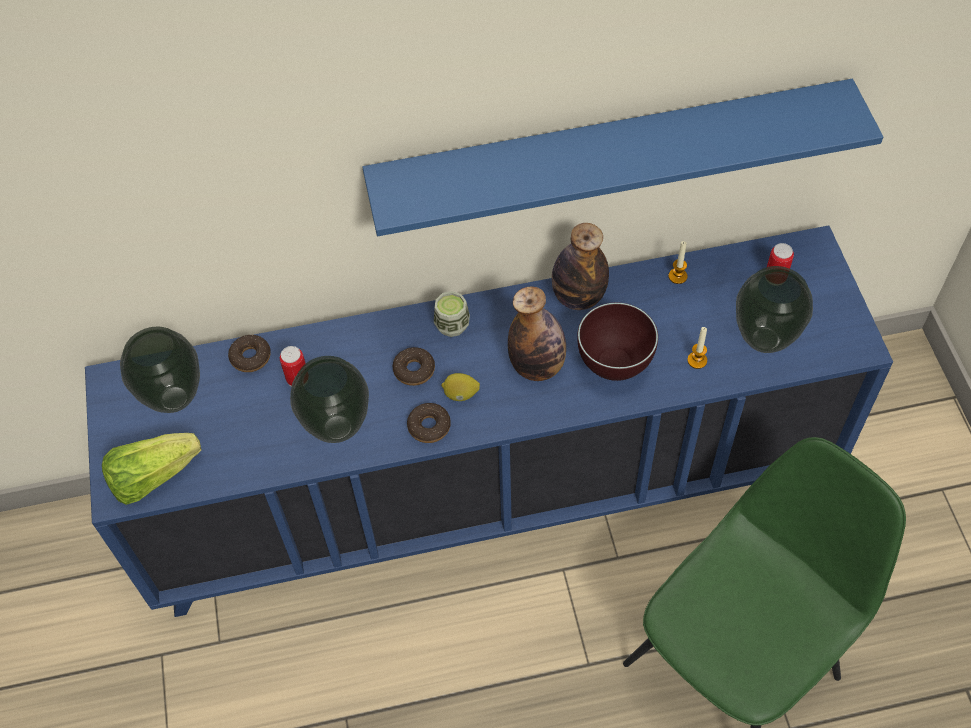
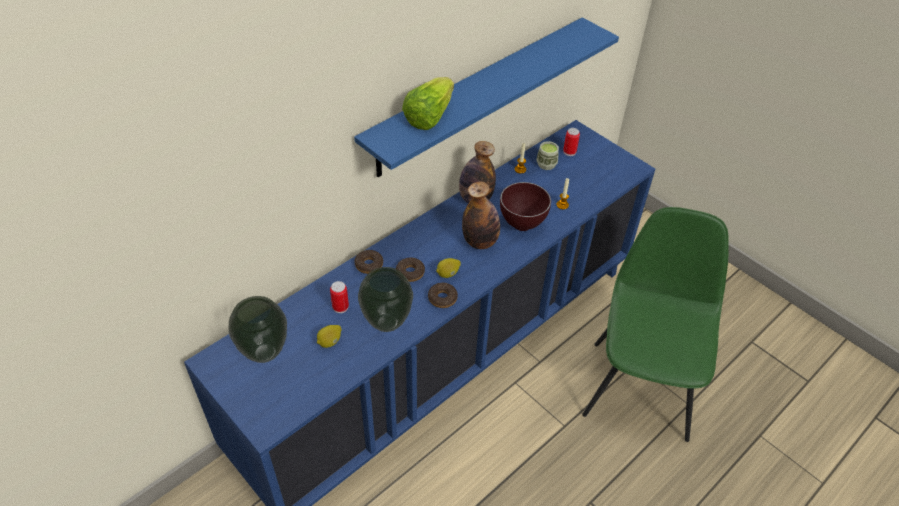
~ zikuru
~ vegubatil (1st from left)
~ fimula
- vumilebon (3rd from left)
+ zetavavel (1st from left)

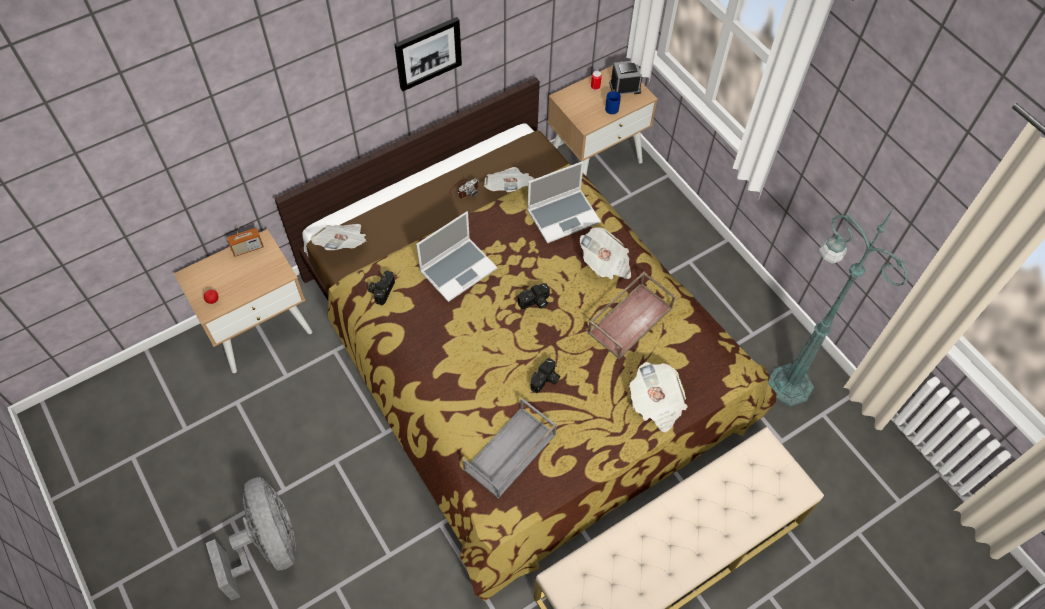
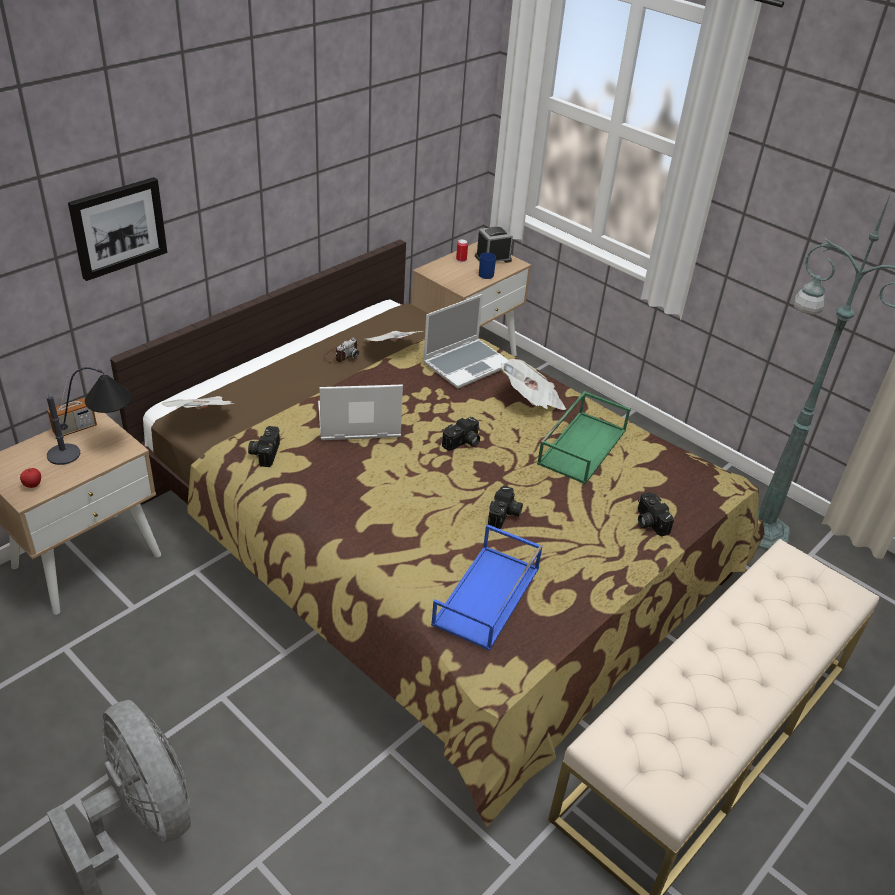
~ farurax
~ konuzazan (1st from left) 135 degrees counterclockwise
~ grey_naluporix to blue_naluporix
~ brown_naluporix to green_naluporix
~ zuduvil (4th from left) to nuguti (5th from left)
+ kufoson

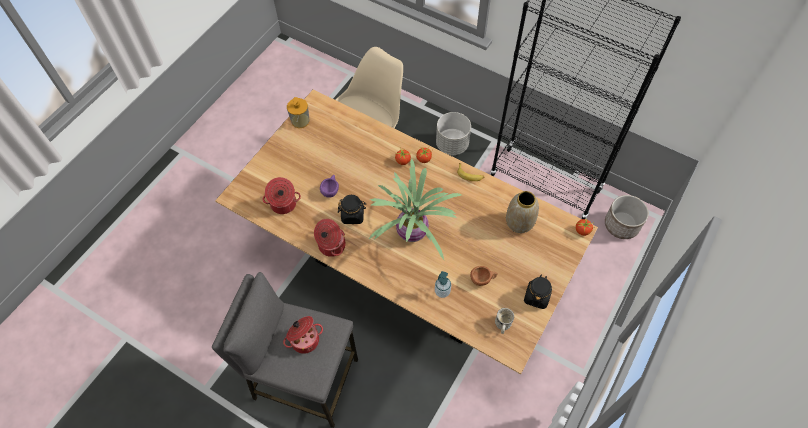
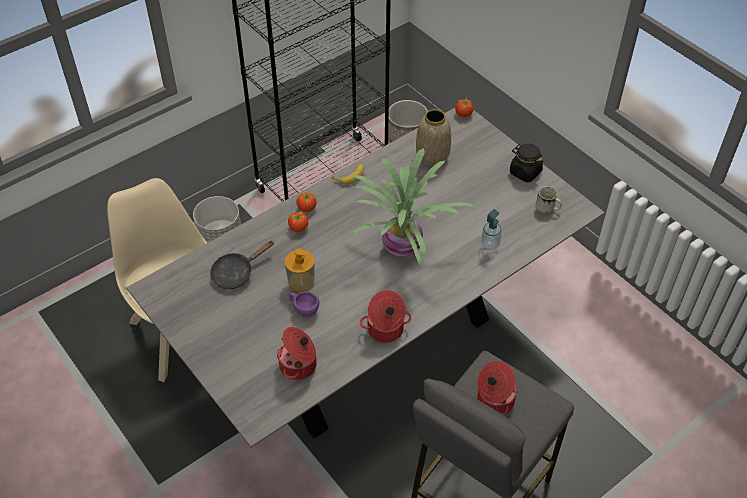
~ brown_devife to grey_devife
~ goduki (1st from left)
- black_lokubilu (1st from left)
- brown_fimula
+ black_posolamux

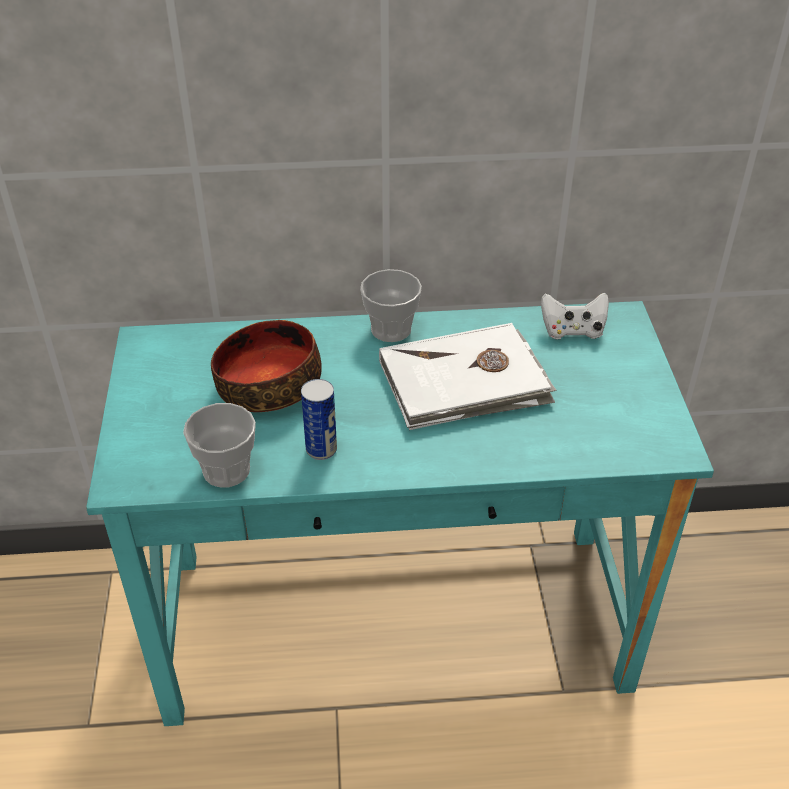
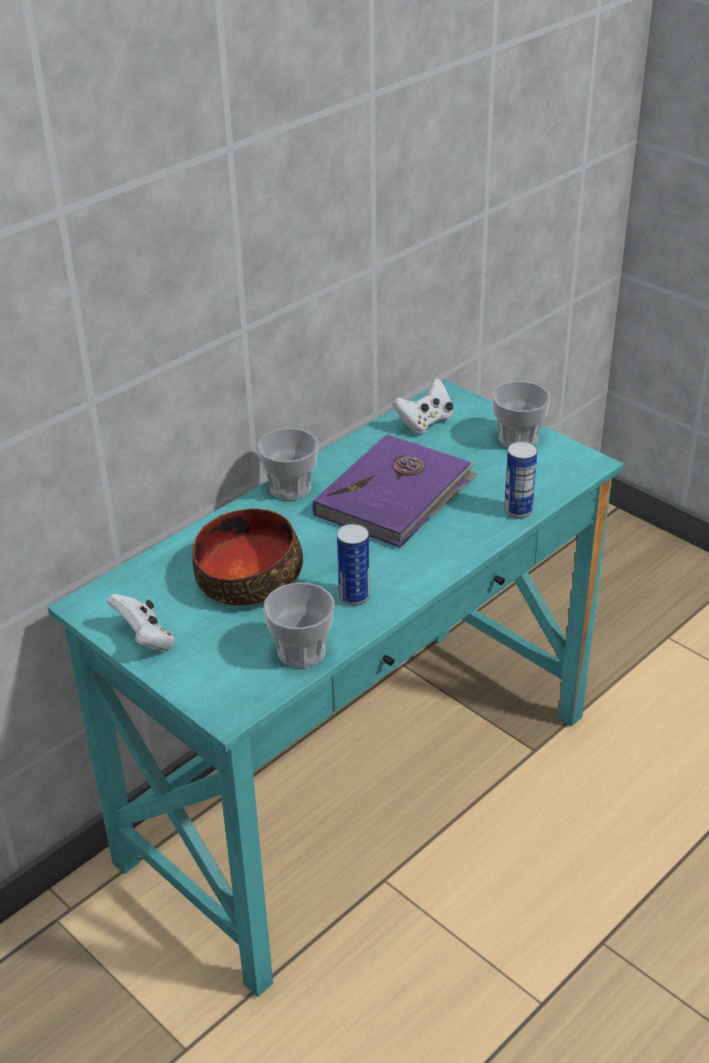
~ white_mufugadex to purple_mufugadex
+ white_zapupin (1st from left)
+ fimula (3rd from left)
+ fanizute (2nd from left)

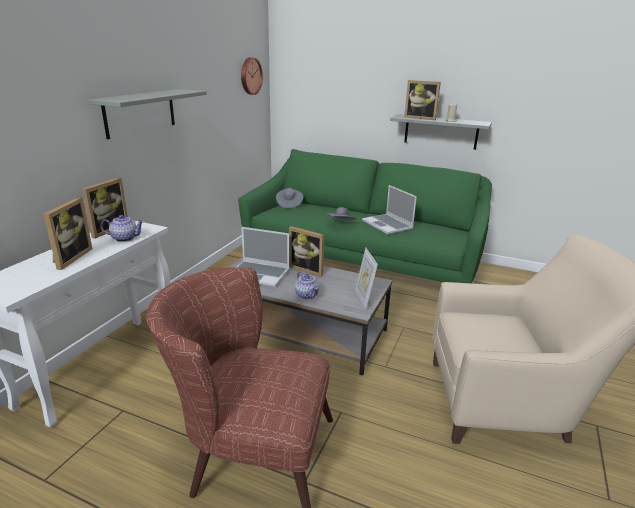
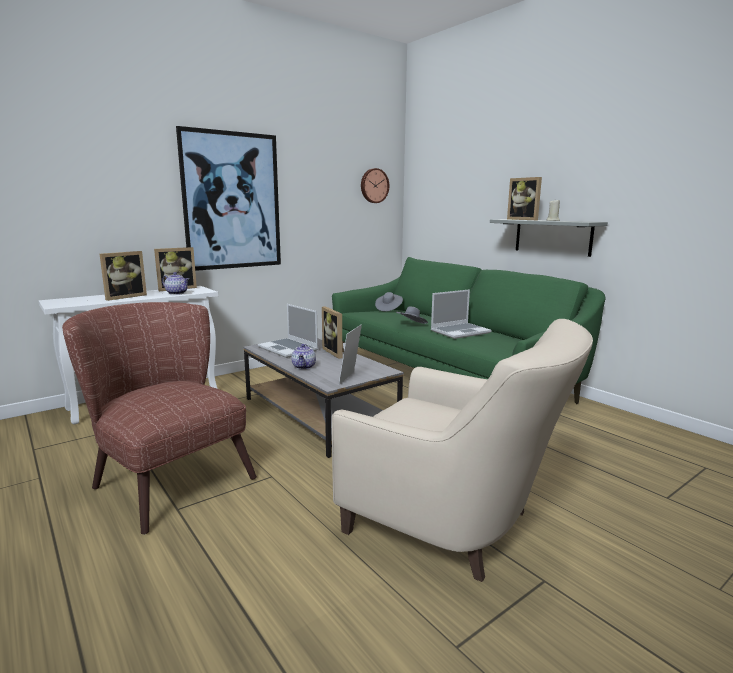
~ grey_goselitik (1st from left) to farurax
~ konuzazan (2nd from left) 120 degrees counterclockwise

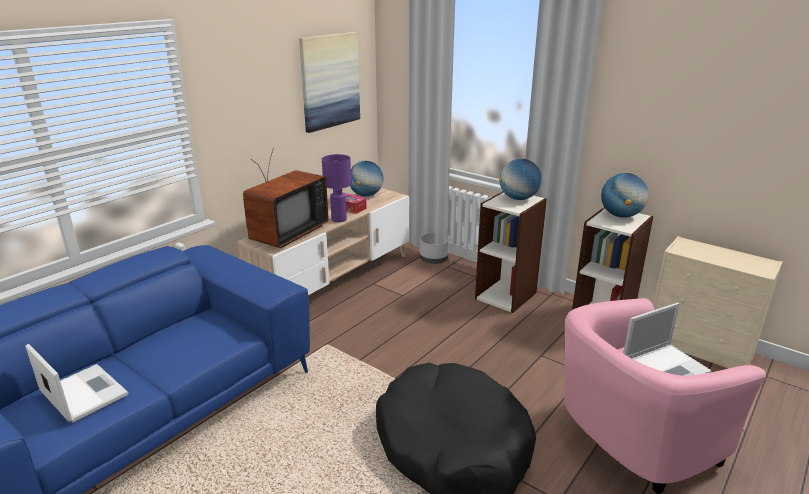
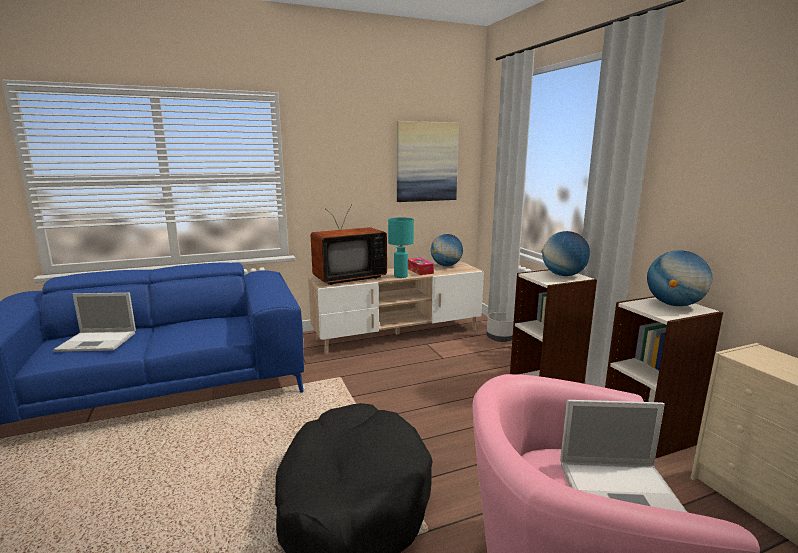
~ konuzazan (1st from left) 105 degrees clockwise
~ purple_kufoson to turquoise_kufoson

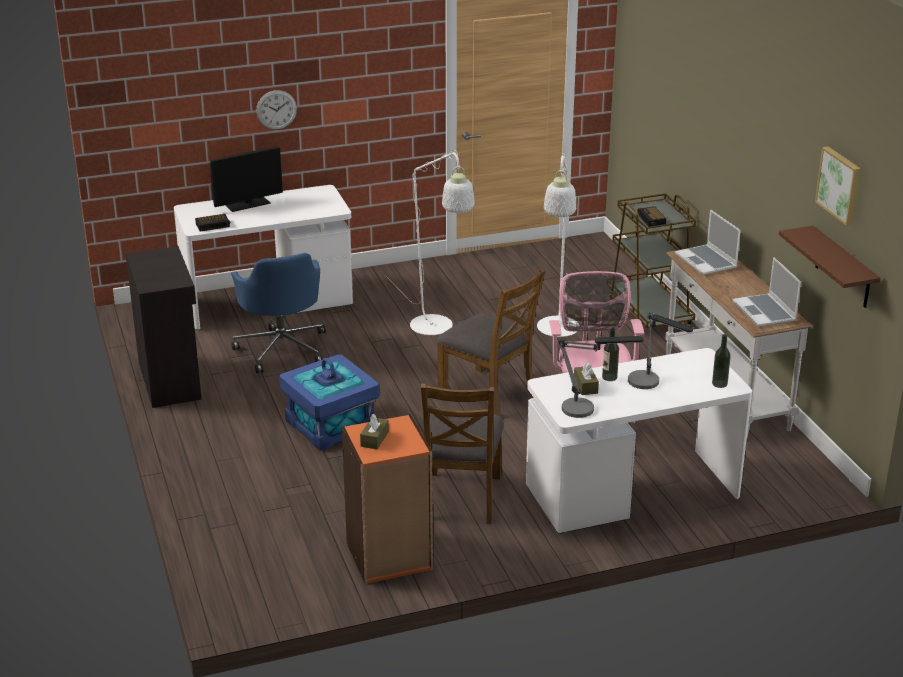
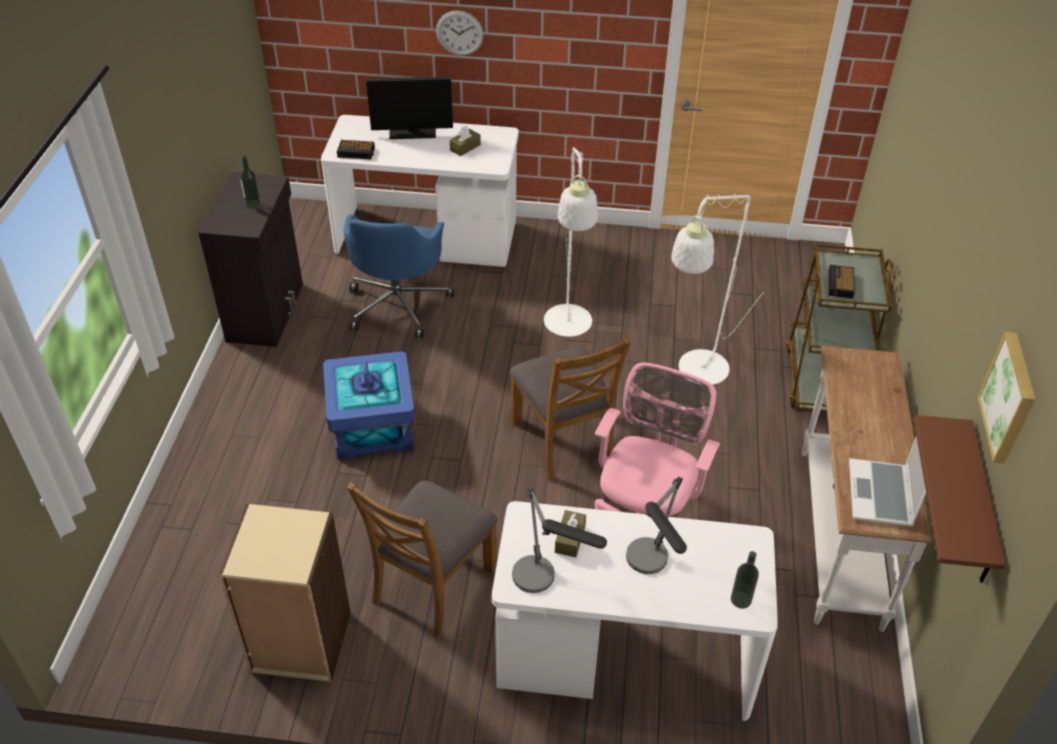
~ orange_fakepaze to beige_fakepaze
~ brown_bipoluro (1st from left)
~ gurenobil (1st from left)
- konuzazan (1st from left)

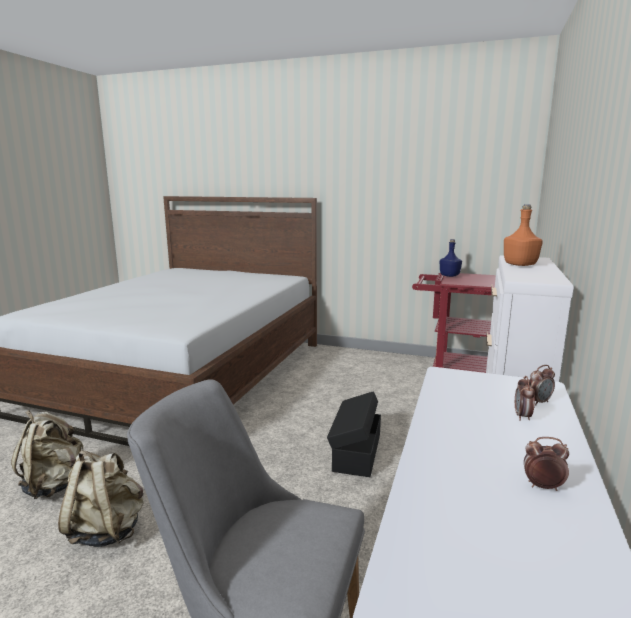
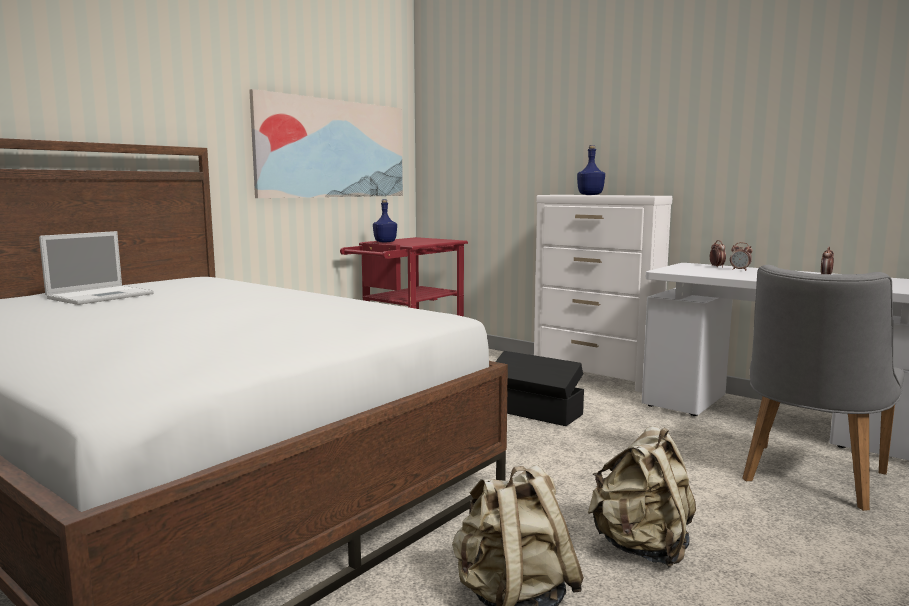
~ orange_gurenobil to blue_gurenobil (2nd from left)
+ konuzazan
+ farurax

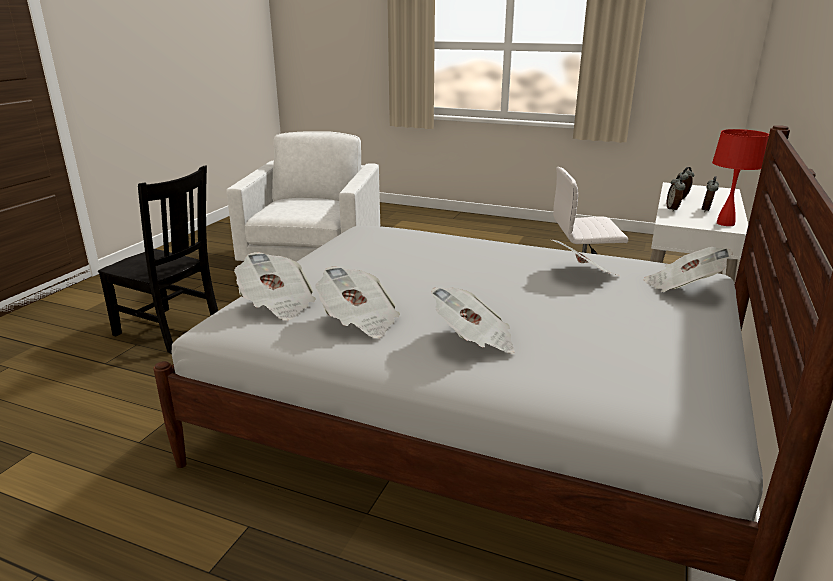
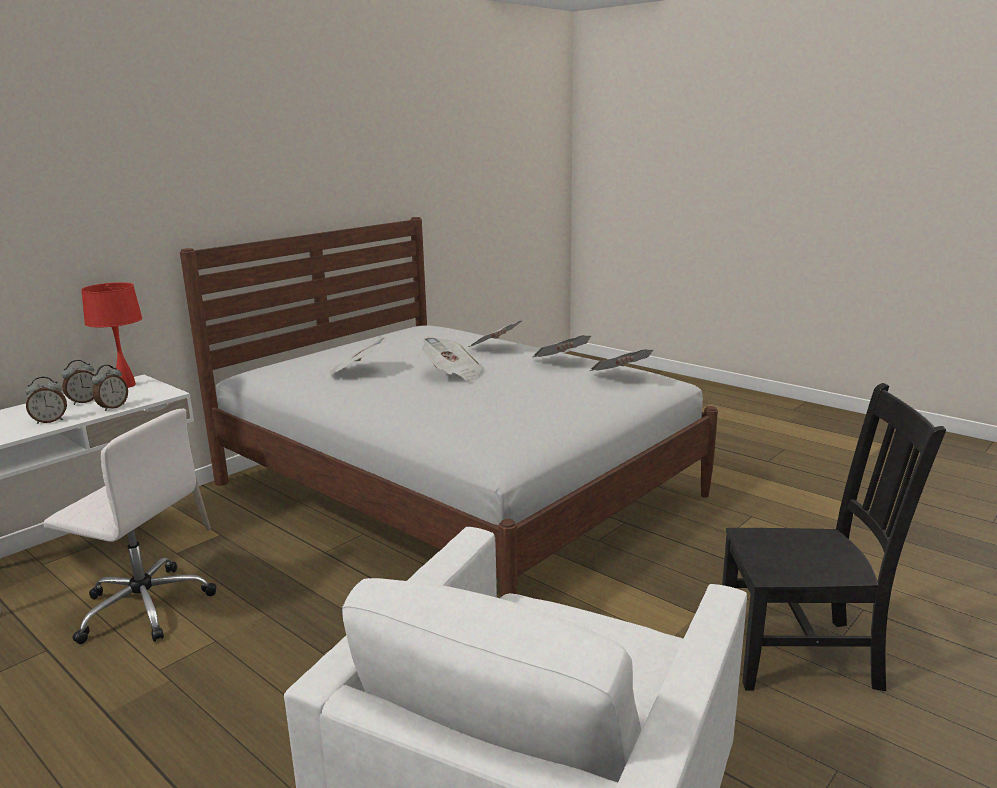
~ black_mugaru 135 degrees clockwise
~ zuduvil (5th from left in the first image) to zuduvil (2nd from left)

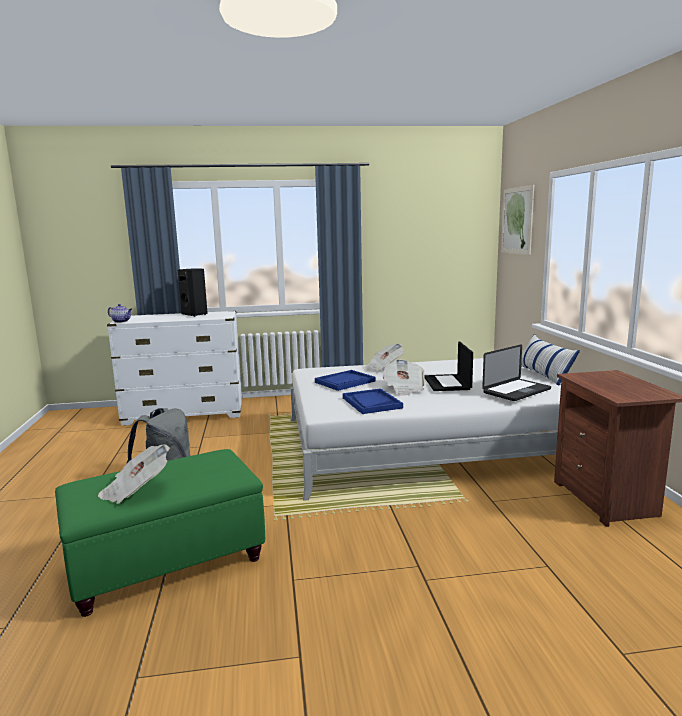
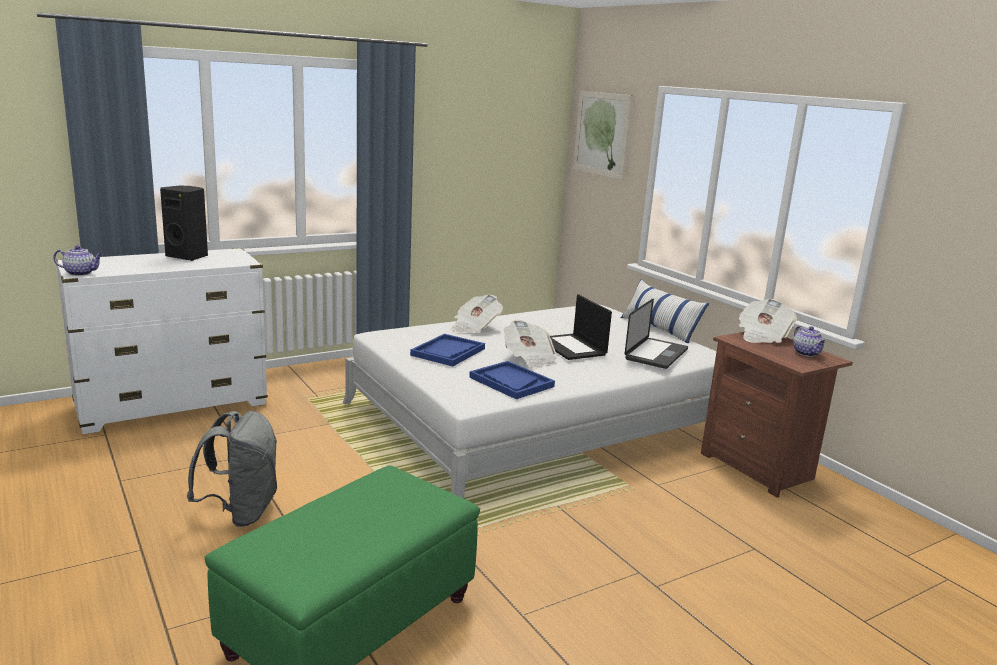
~ zuduvil (1st from left in the first image) to zuduvil (3rd from left)
+ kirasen (2nd from left)

